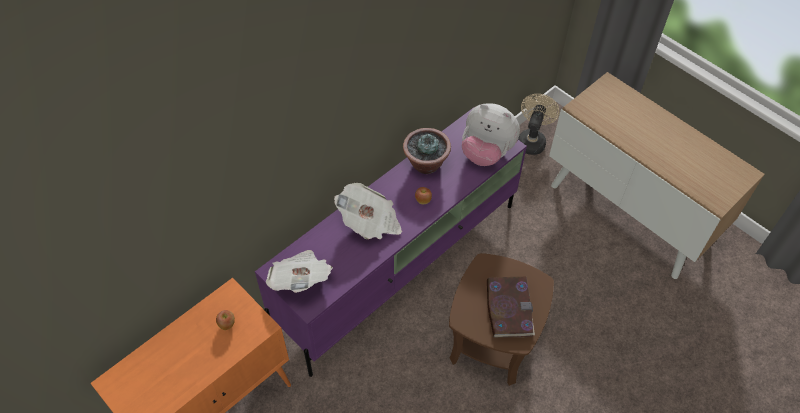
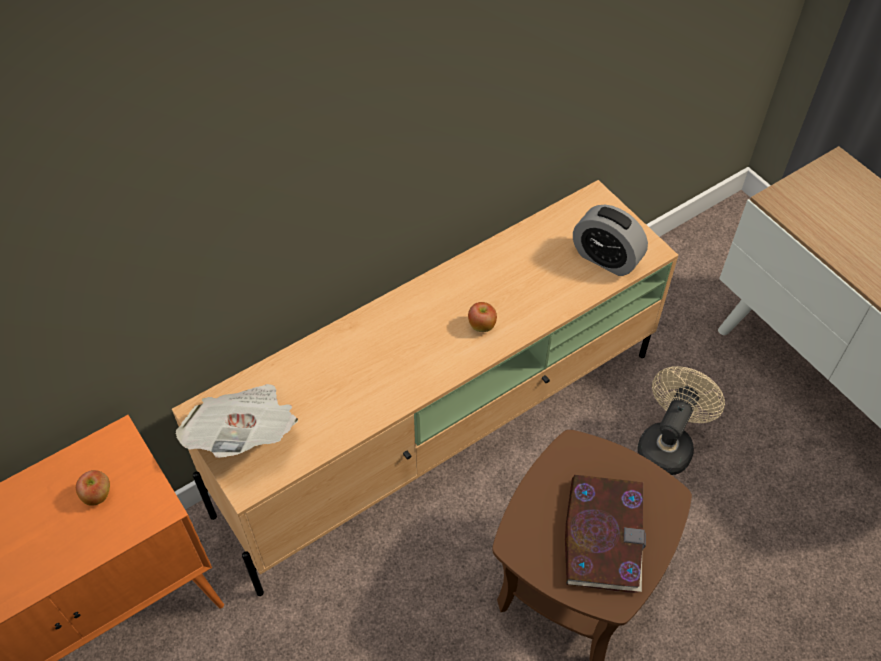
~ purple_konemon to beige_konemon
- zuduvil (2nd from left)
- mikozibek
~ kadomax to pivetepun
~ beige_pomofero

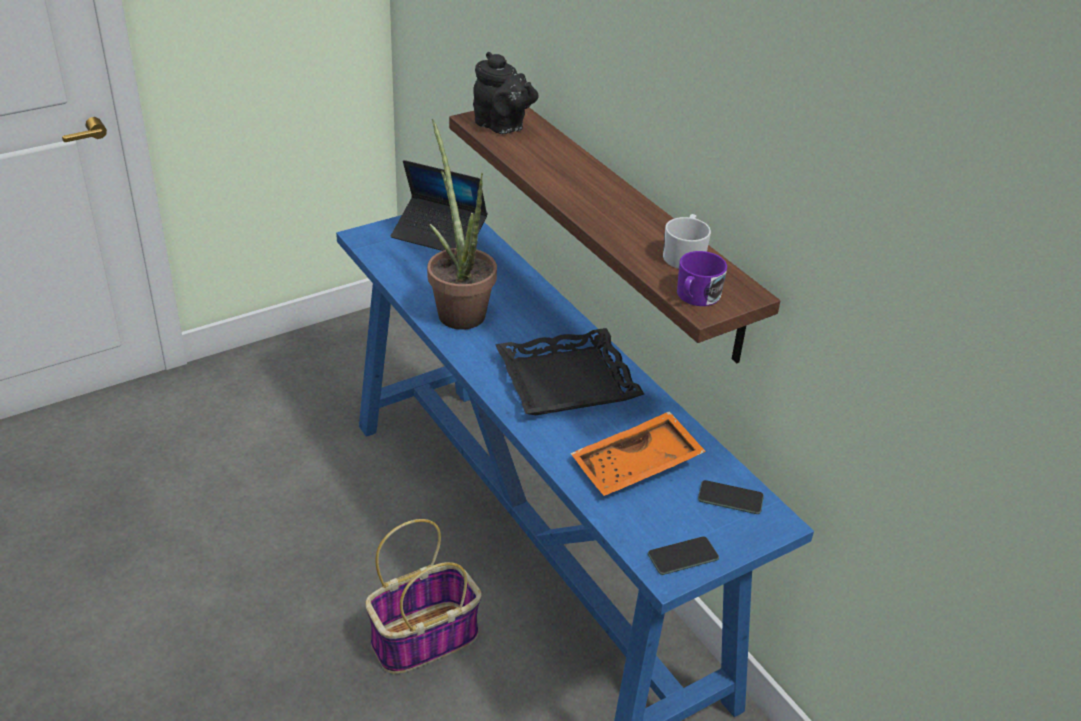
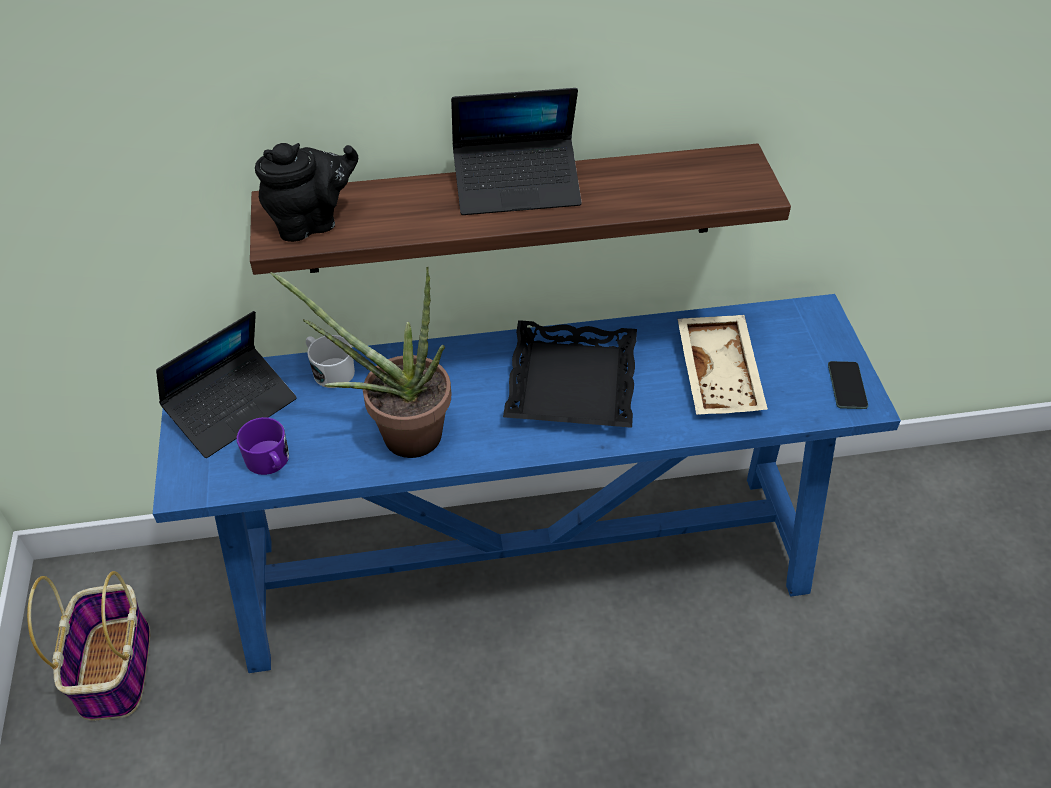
~ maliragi
~ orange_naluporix to beige_naluporix
~ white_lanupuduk
~ purple_lanupuduk
- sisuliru (2nd from left)
+ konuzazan (2nd from left)

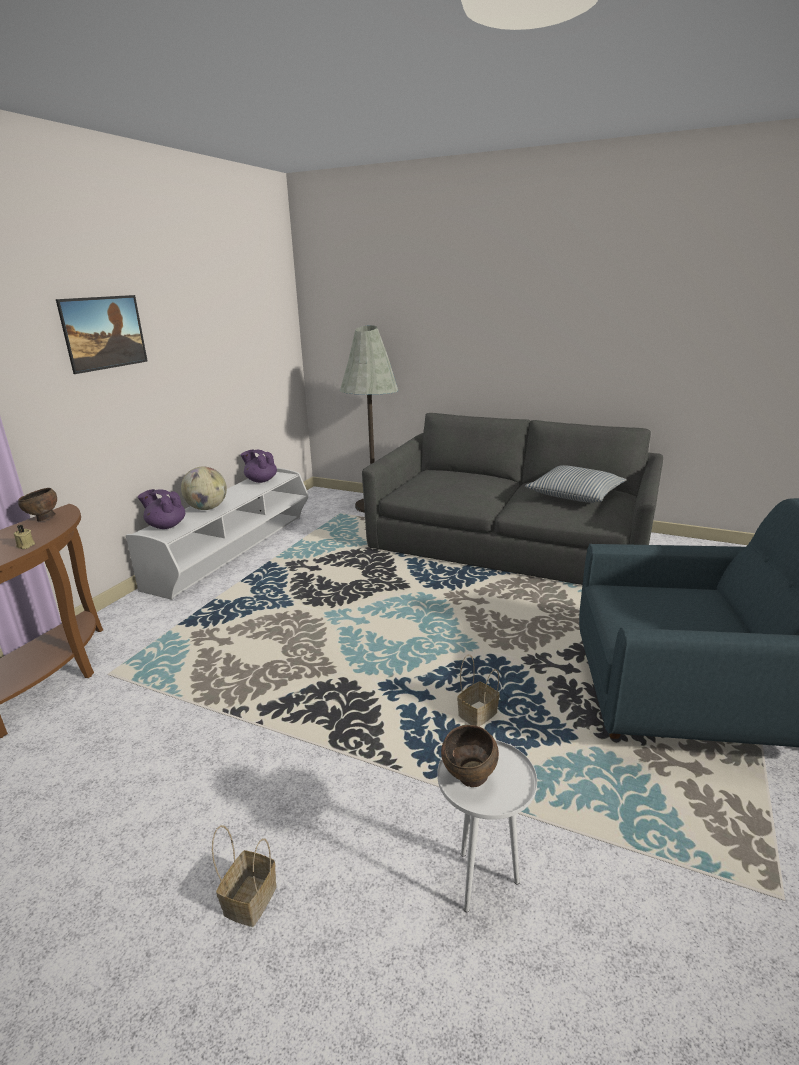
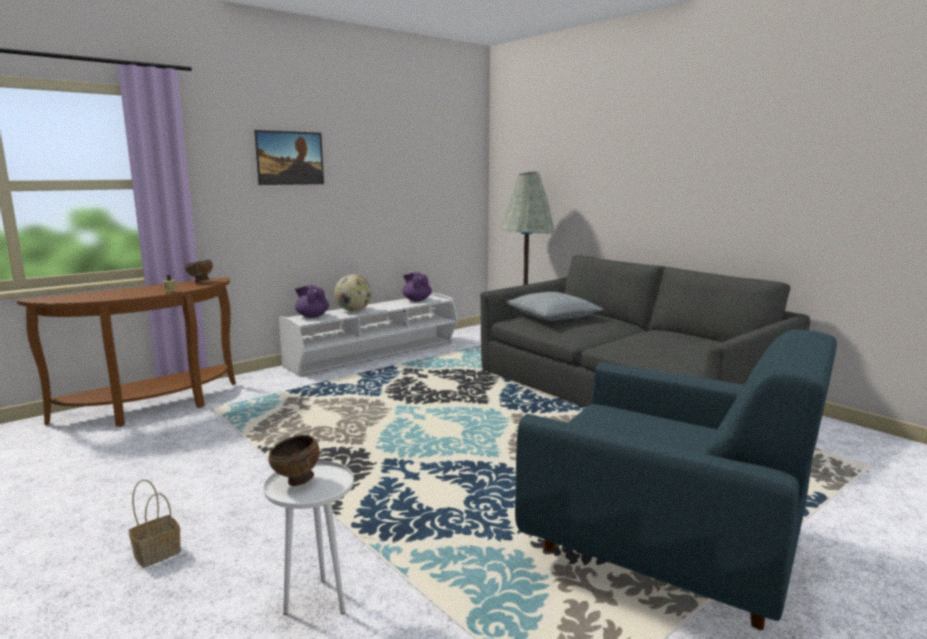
- maliragi (2nd from left)
~ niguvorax

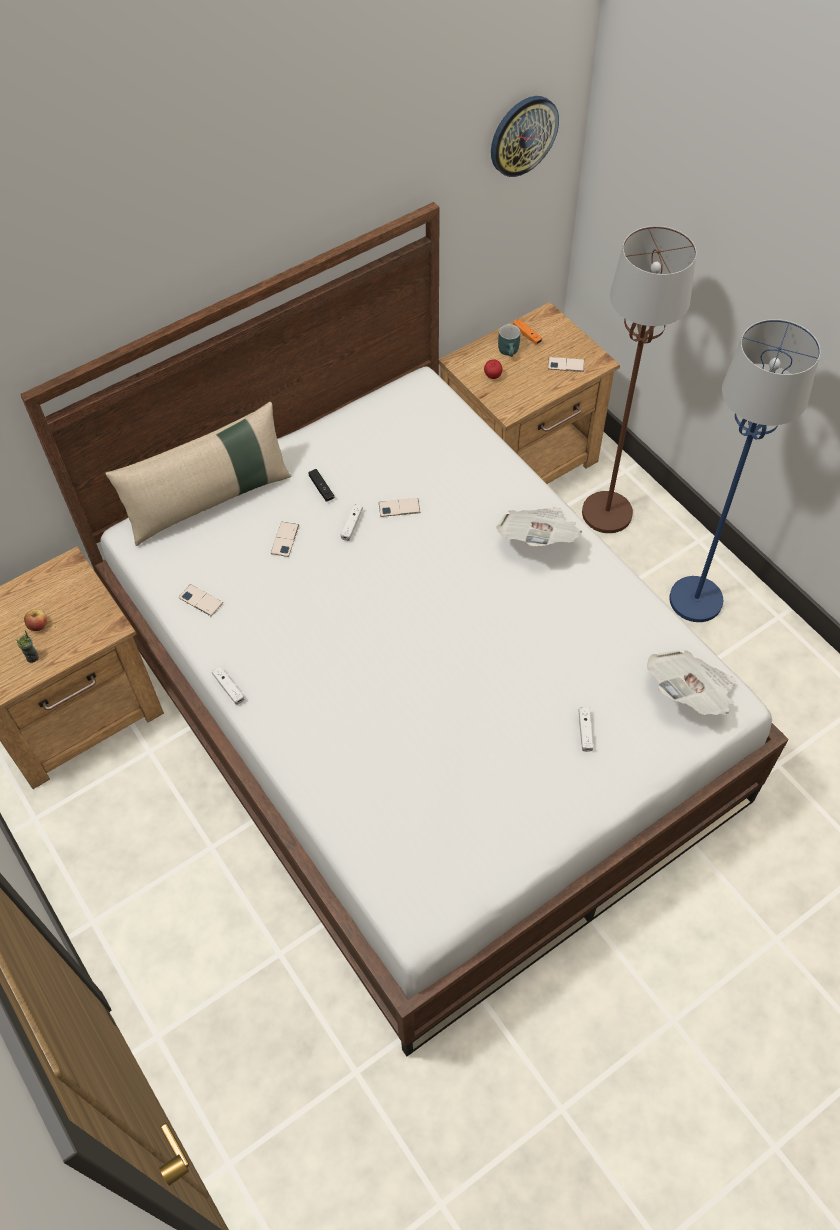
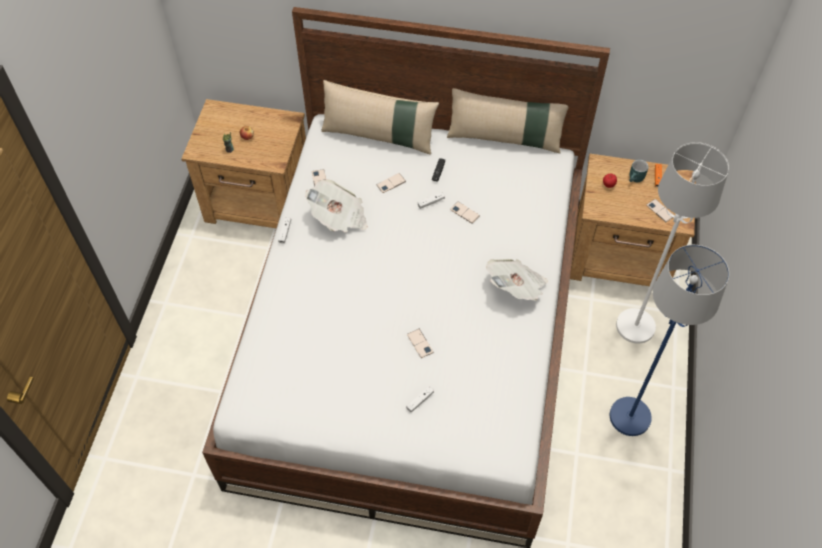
- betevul
~ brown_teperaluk to white_teperaluk
~ zuduvil (2nd from left in the first image) to zuduvil (1st from left)
+ sisuliru (3rd from left)
+ beige_niguvorax (2nd from left)

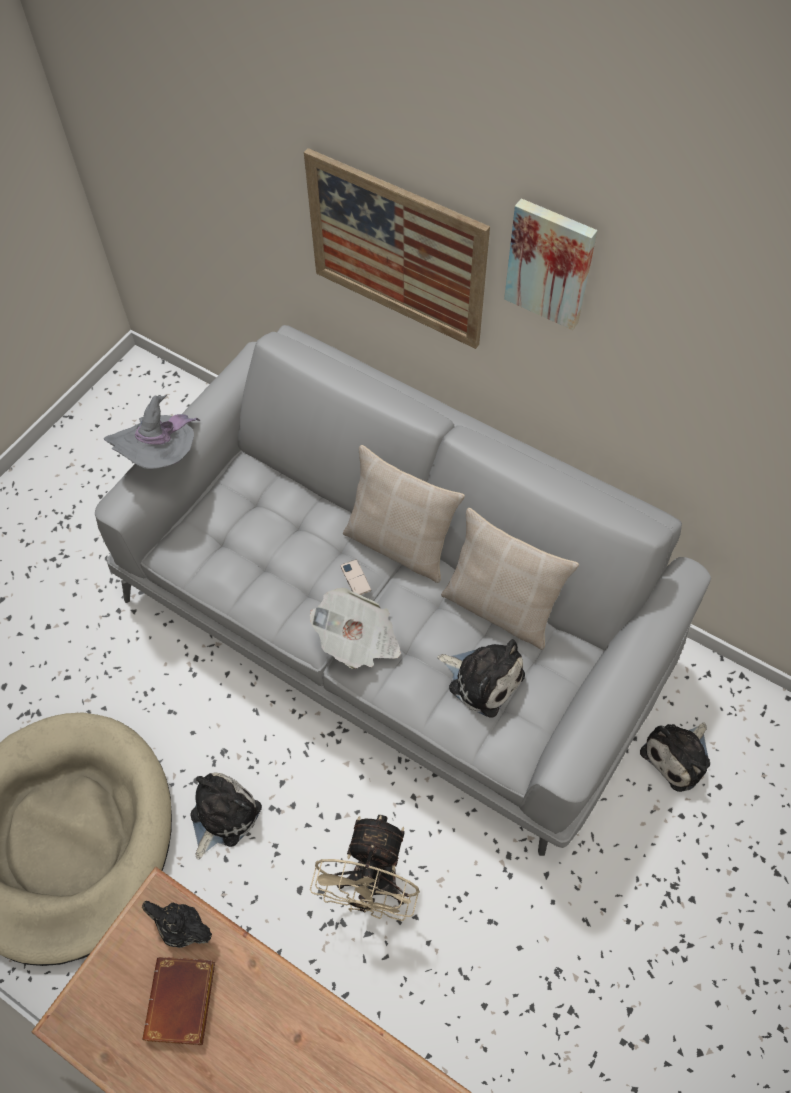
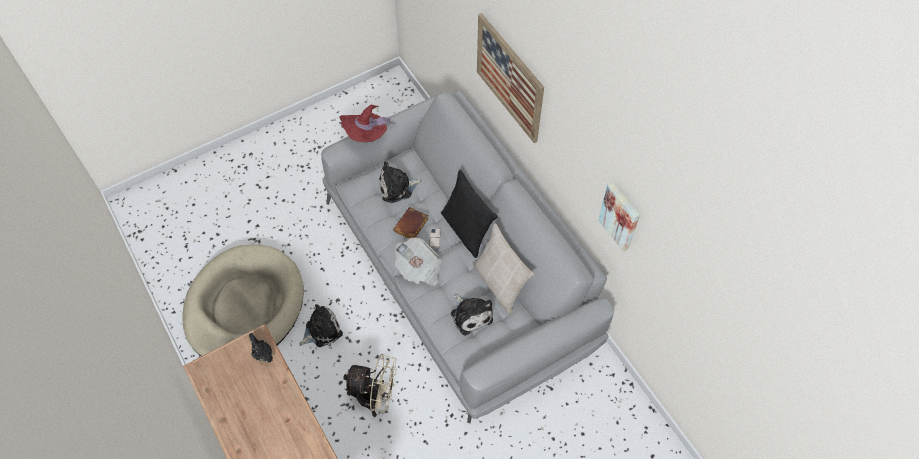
~ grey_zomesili to red_zomesili
~ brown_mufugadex
~ beige_pomofero 120 degrees counterclockwise
~ beige_niguvorax (1st from left) to black_niguvorax
~ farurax (2nd from left)
~ kadomax (3rd from left in the first image) to kadomax (2nd from left)

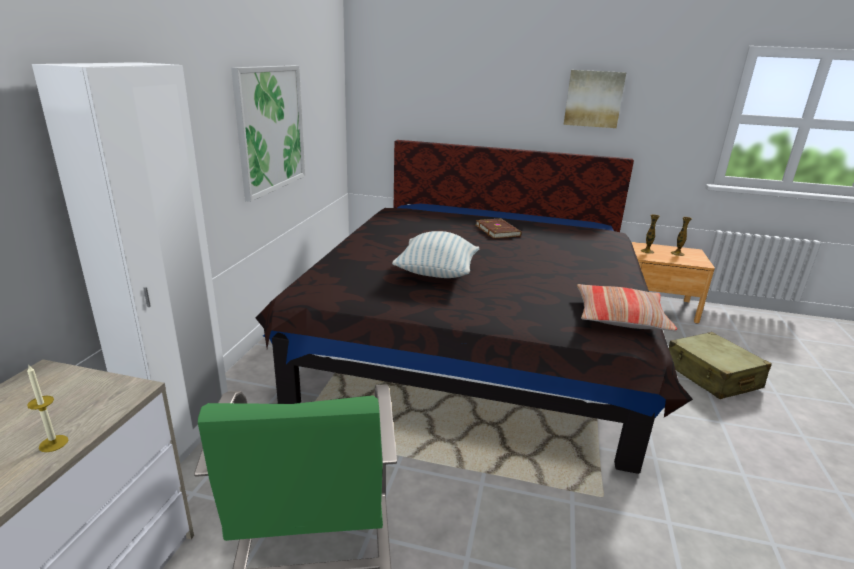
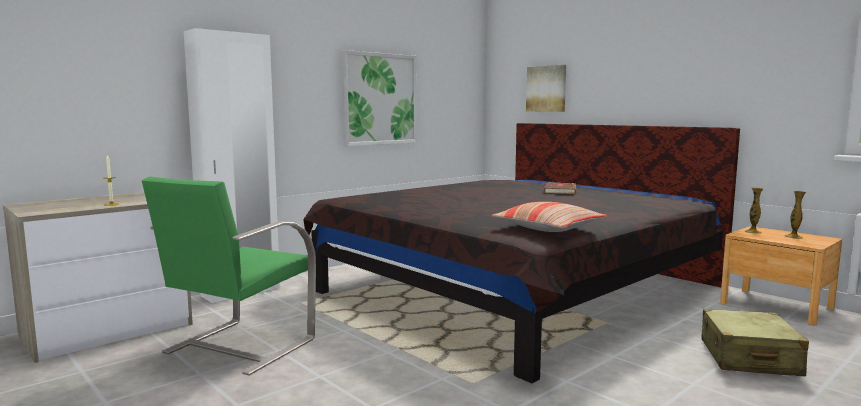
- niguvorax (1st from left)
~ farurax (2nd from left)

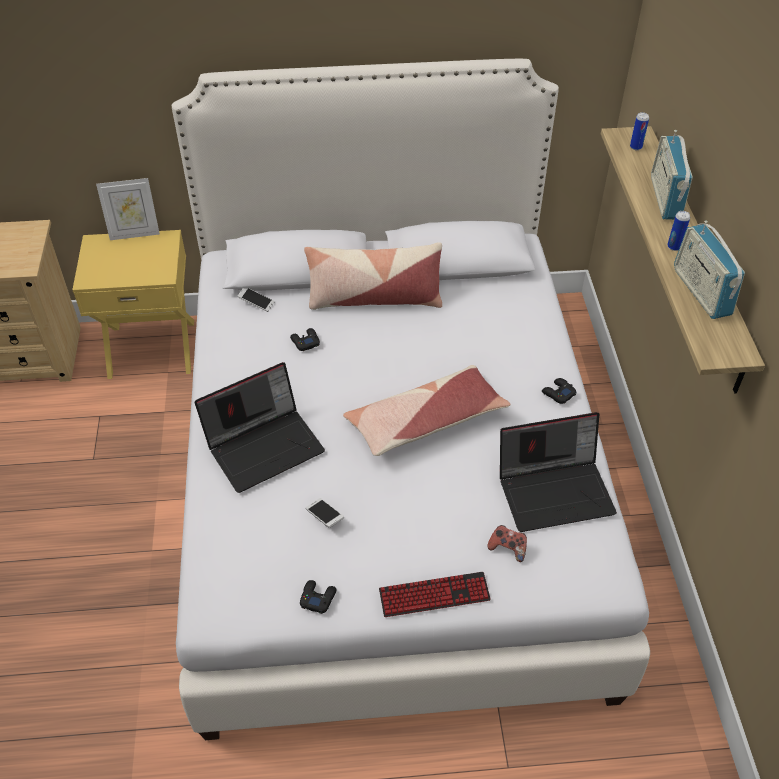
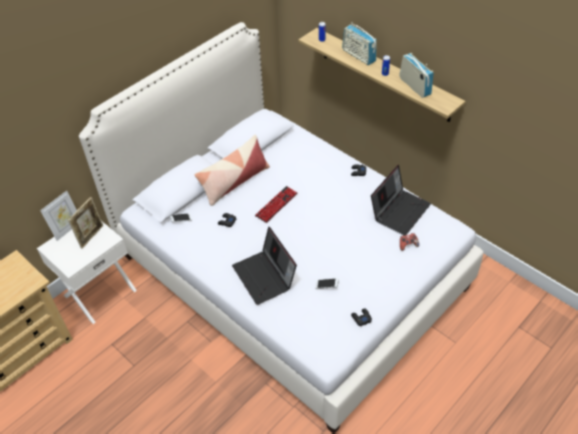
~ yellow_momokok to white_momokok
~ konuzazan (1st from left) 135 degrees clockwise
- niguvorax (2nd from left)
~ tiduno
~ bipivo (2nd from left) 150 degrees counterclockwise
+ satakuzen (2nd from left)

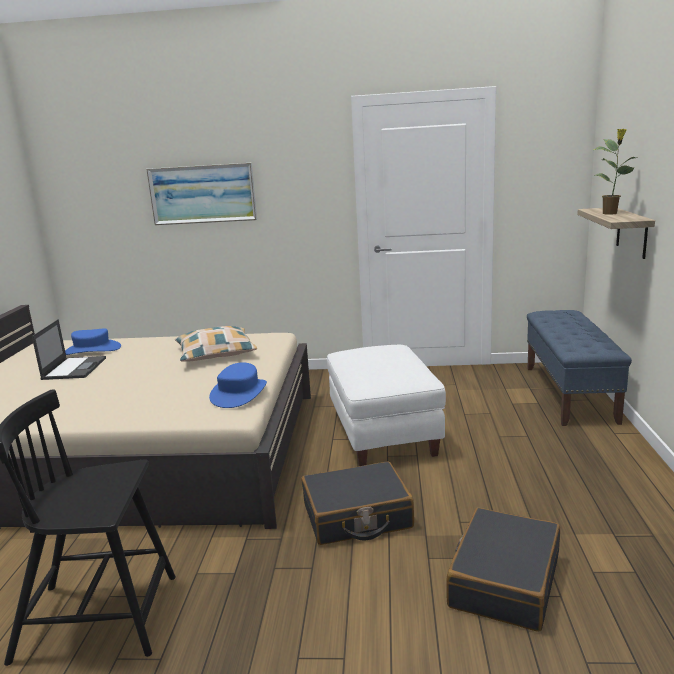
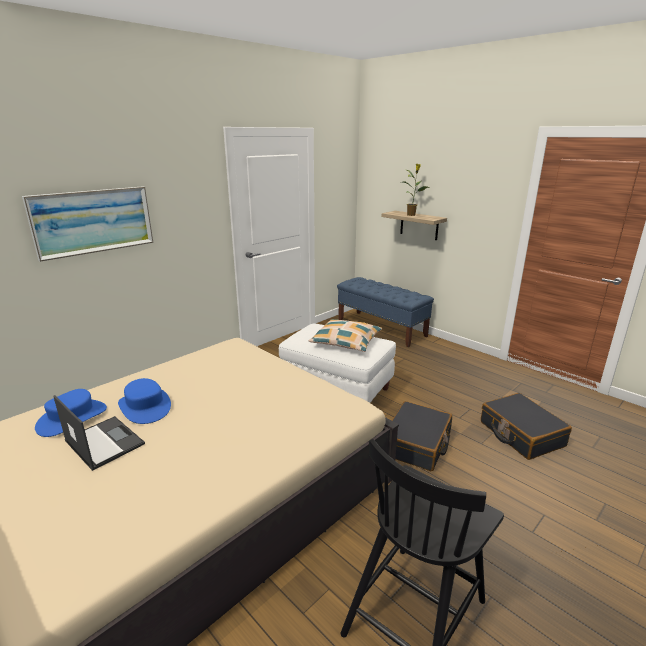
~ niguvorax
~ blue_zomesili (2nd from left)

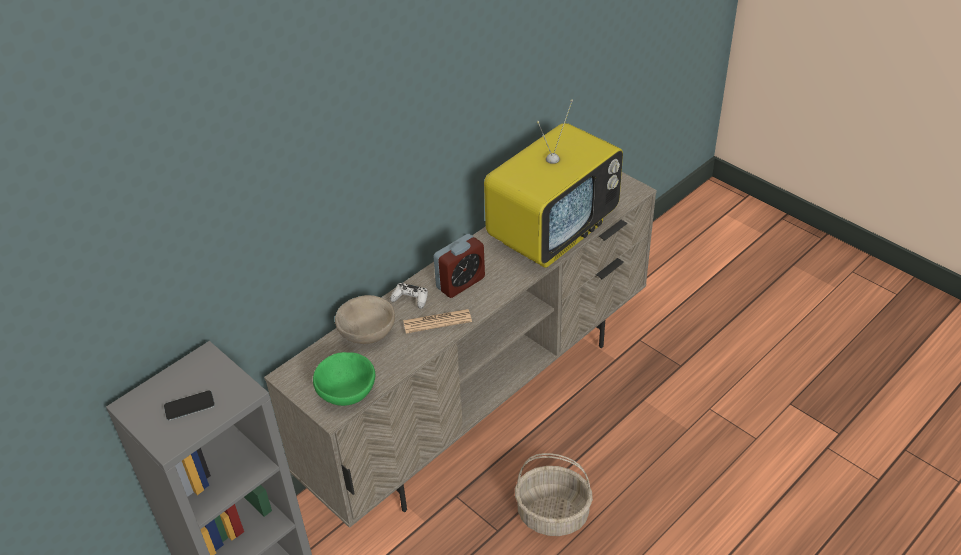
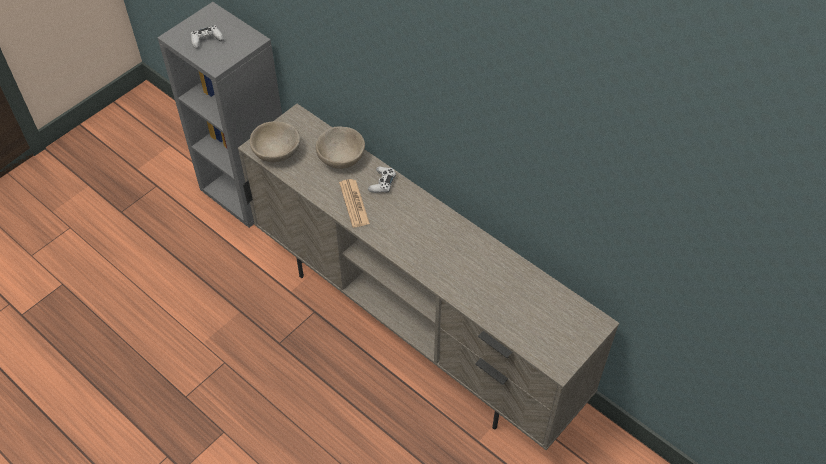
~ sisuliru to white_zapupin (1st from left)
~ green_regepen to beige_regepen (1st from left)
- pivetepun
- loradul
- maliragi

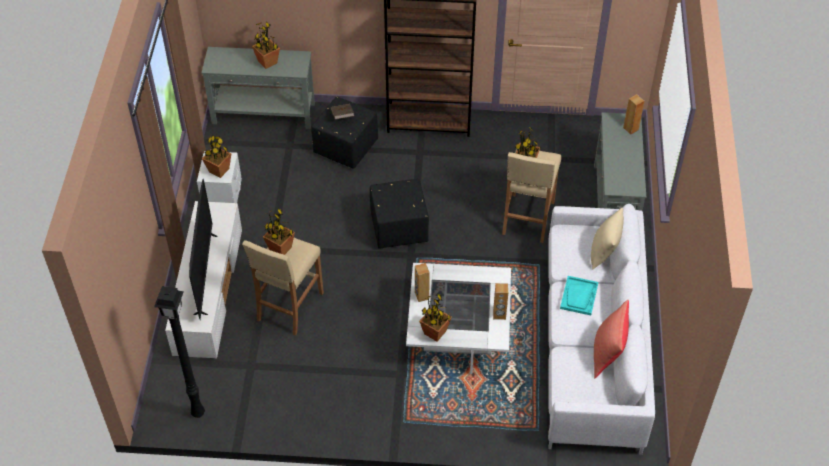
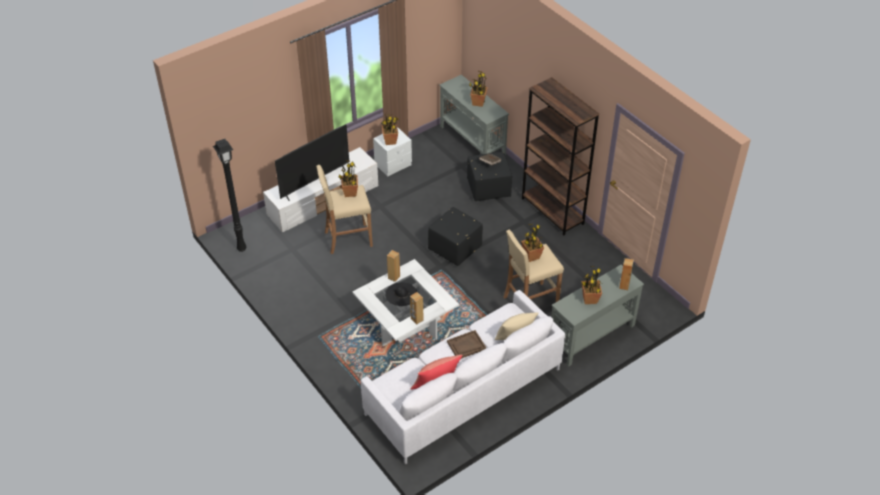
~ mikozibek (4th from left in the first image) to mikozibek (5th from left)
~ turquoise_naluporix to brown_naluporix
+ black_zomesili

